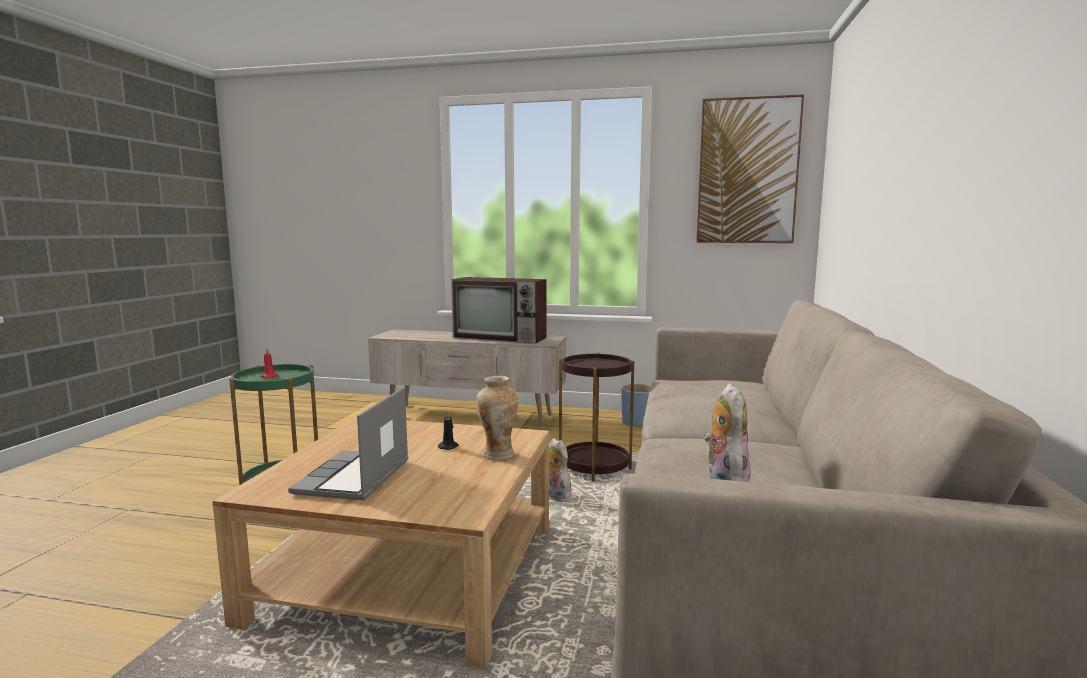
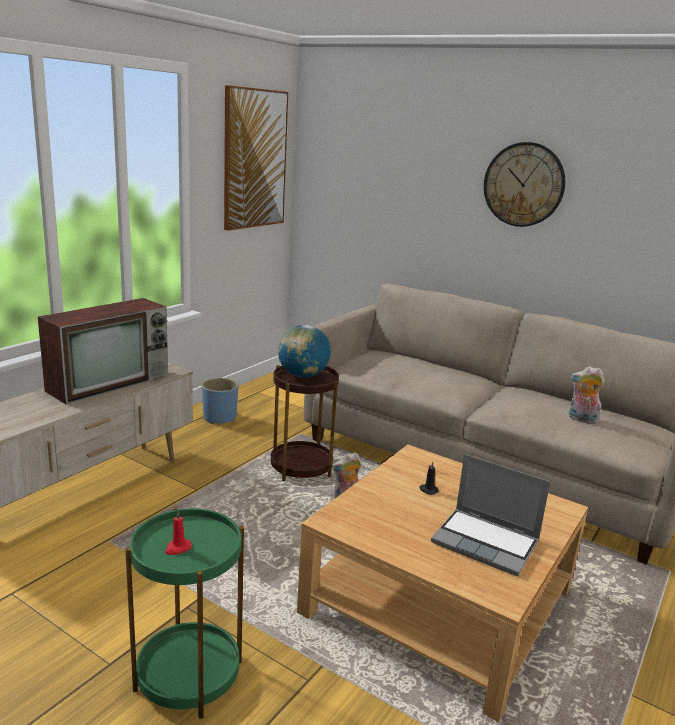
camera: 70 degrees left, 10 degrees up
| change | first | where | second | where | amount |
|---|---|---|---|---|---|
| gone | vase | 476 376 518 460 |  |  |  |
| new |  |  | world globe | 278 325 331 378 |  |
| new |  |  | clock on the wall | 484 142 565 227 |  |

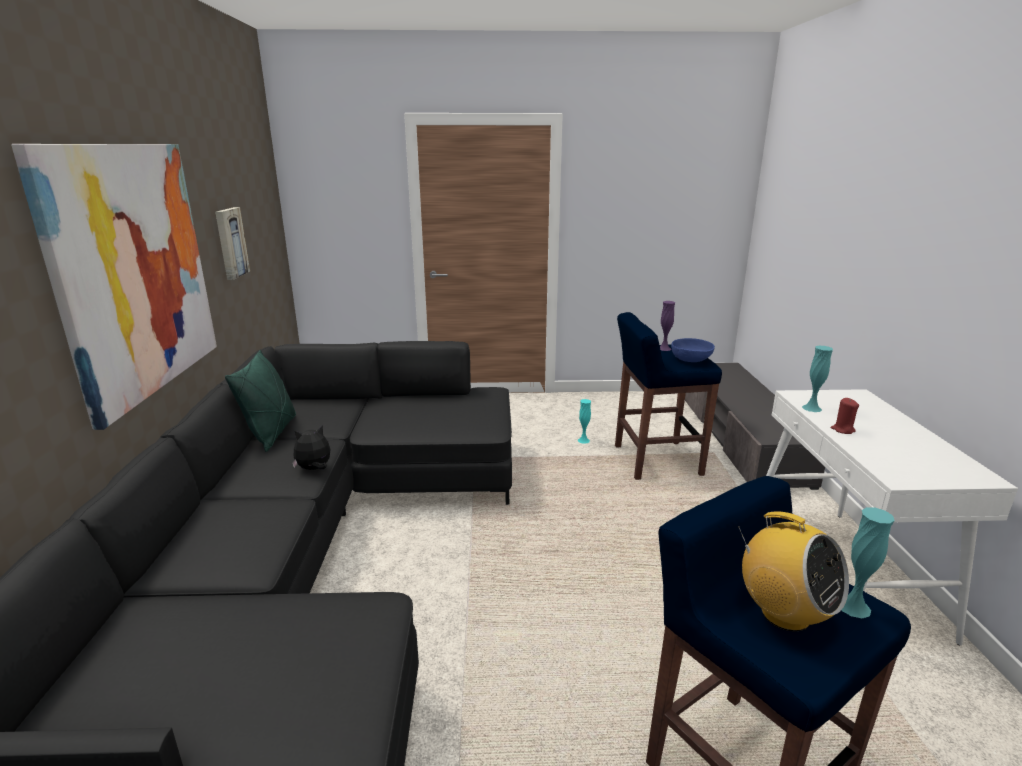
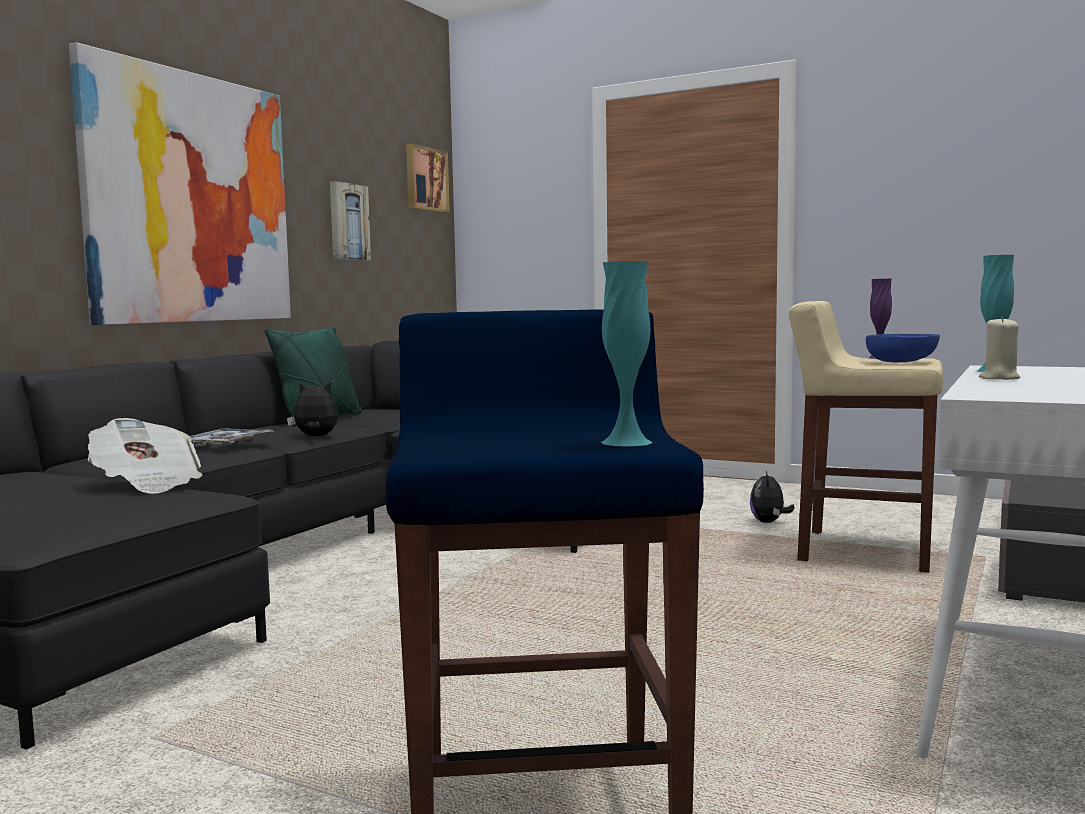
camera: 30 degrees right, 15 degrees down
| change | first | where | second | where | amount |
|---|---|---|---|---|---|
| gone | radio | 738 511 849 631 |  |  |  |
| new |  |  | daily paper | 88 418 203 494 |  |
| new |  |  | tray | 190 428 273 446 |  |
| new |  |  | picture | 406 144 450 213 |  |
| swapped | vase in turquoise-coloured | 578 399 591 444 | cuddly toy | 750 471 795 523 |  |
| repainted | stool seat in blue | 615 312 722 480 | stool seat in beige-coloured | 789 301 943 573 |  |
| repainted | wax light in reddish | 831 398 859 434 | wax light in beige-coloured | 979 316 1020 380 |  |

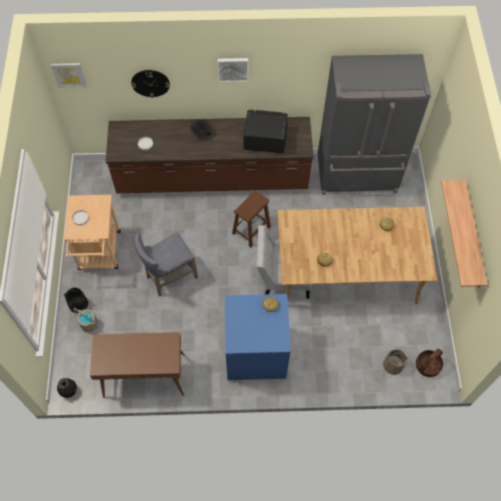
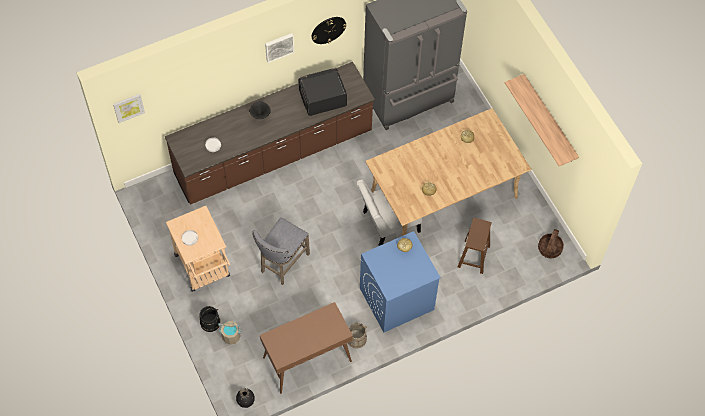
camera: 25 degrees left, 0 degrees up
| change | first | where | second | where | amount |
|---|---|---|---|---|---|
| shifted | clock on the wall | 131 70 170 98 |  | 312 17 346 44 |  |
| shifted | stool seat in brown-coloured | 232 190 271 247 |  | 458 218 492 274 |  |
| shifted | water bucket in beige-coloured | 383 349 409 375 |  | 348 322 367 348 |  |

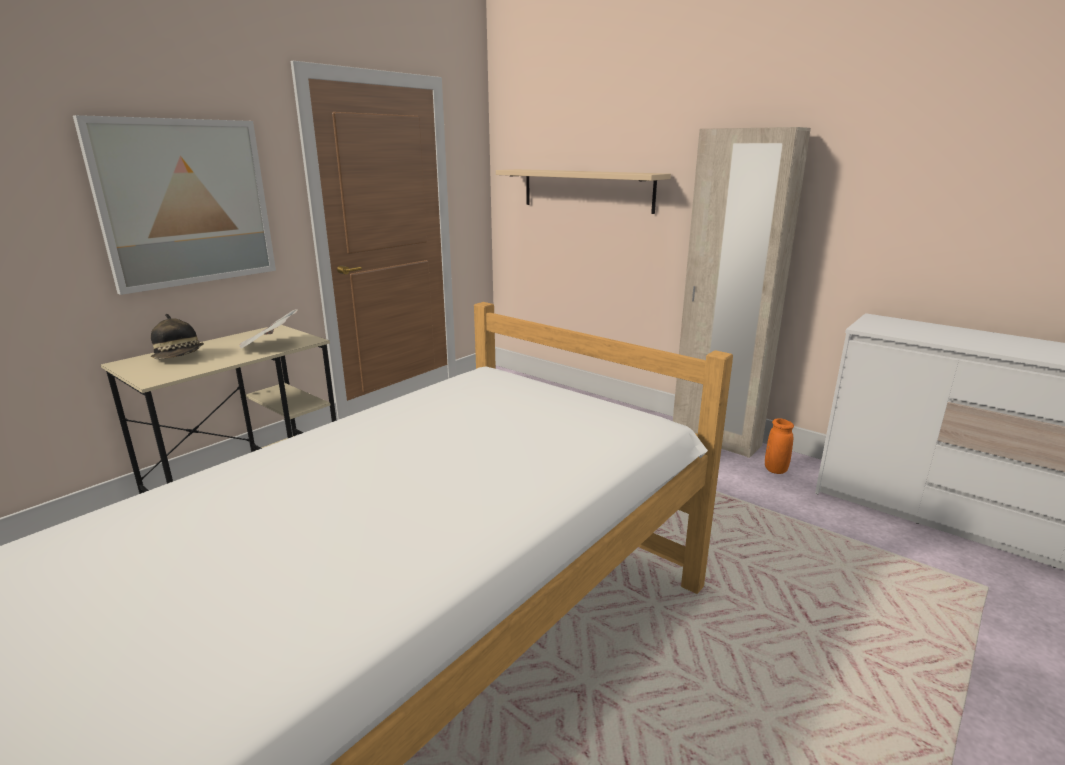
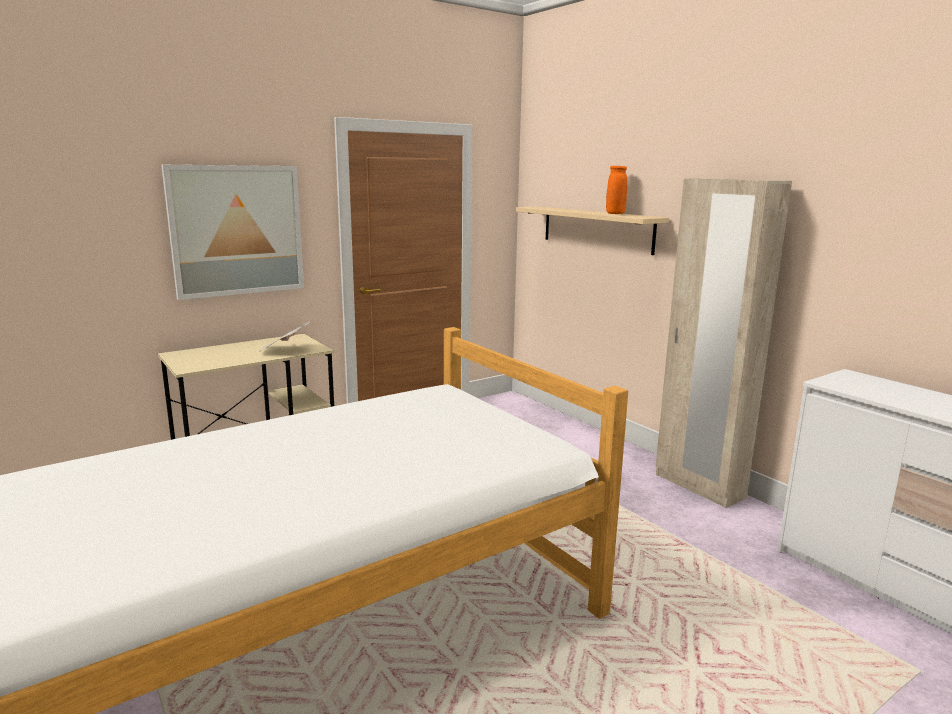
camera: 15 degrees right, 5 degrees down
| change | first | where | second | where | amount |
|---|---|---|---|---|---|
| gone | clothing hat | 151 314 204 359 |  |  |  |
| shifted | vase in orange | 765 418 794 474 |  | 606 166 627 214 |  |

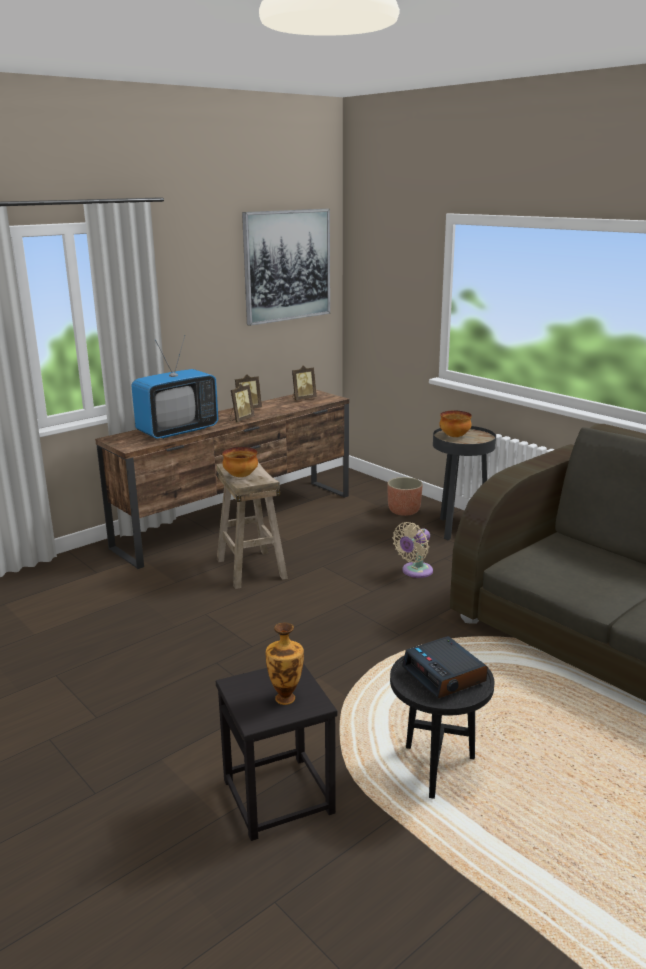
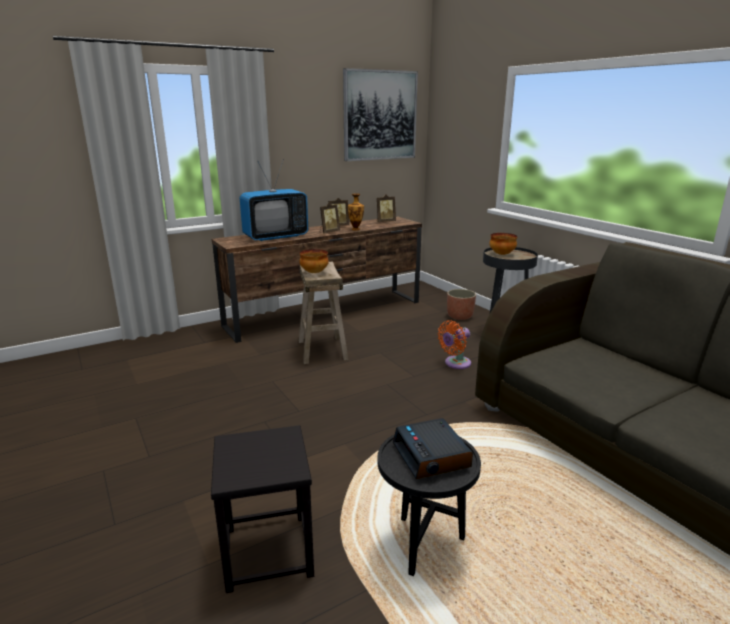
camera: 10 degrees right, 0 degrees up
| change | first | where | second | where | amount |
|---|---|---|---|---|---|
| shifted | vase | 266 623 304 705 |  | 348 193 364 230 |  |
| repainted | electric fan in beige-coloured | 393 522 433 578 | electric fan in orange | 437 320 471 369 |  |

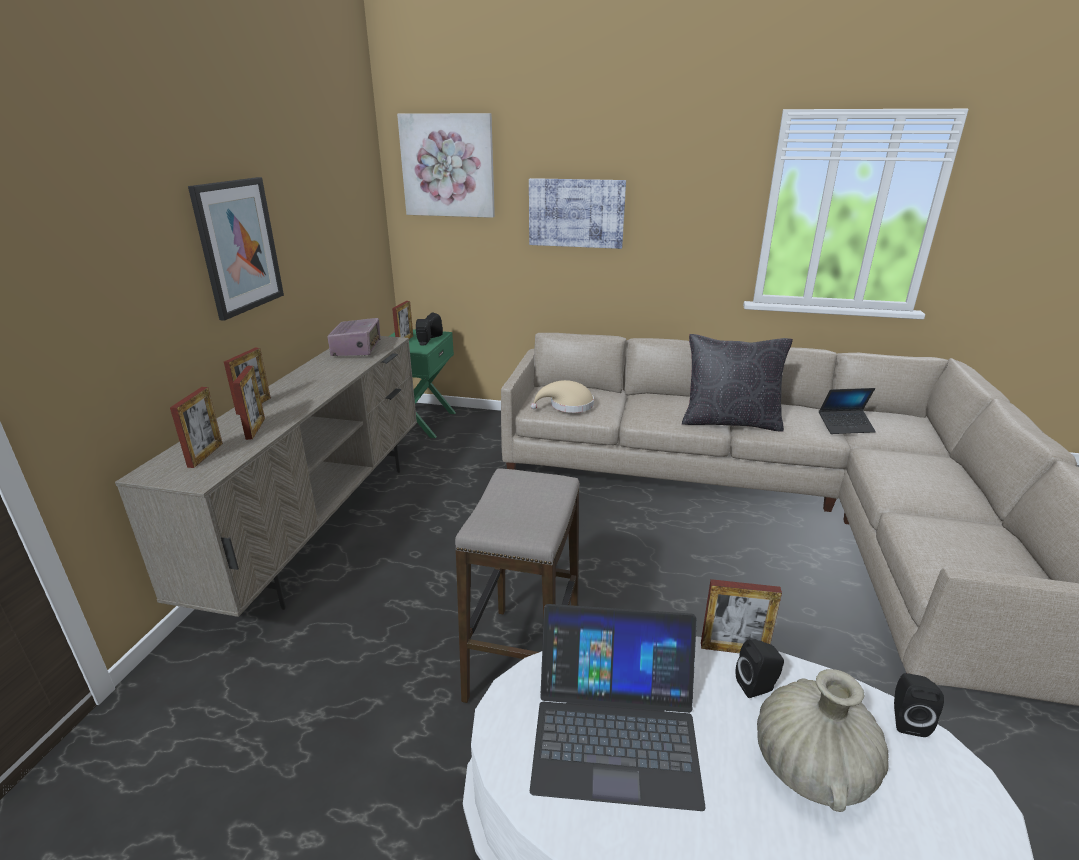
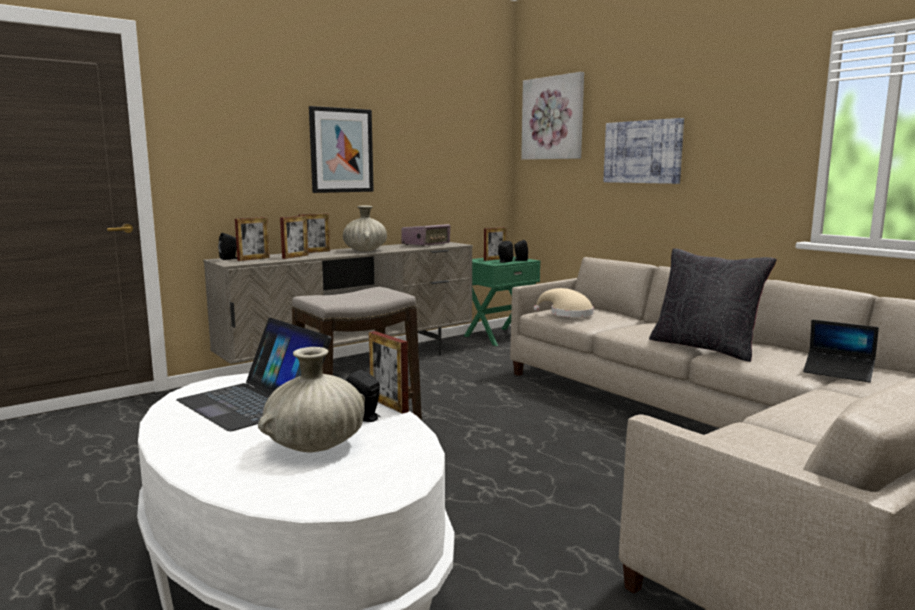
camera: 40 degrees right, 15 degrees down
| change | first | where | second | where | amount |
|---|---|---|---|---|---|
| new |  |  | vase in beige-coloured | 343 206 387 252 |  |
| shifted | audio speaker in black | 894 673 944 737 |  | 218 233 237 260 |  |

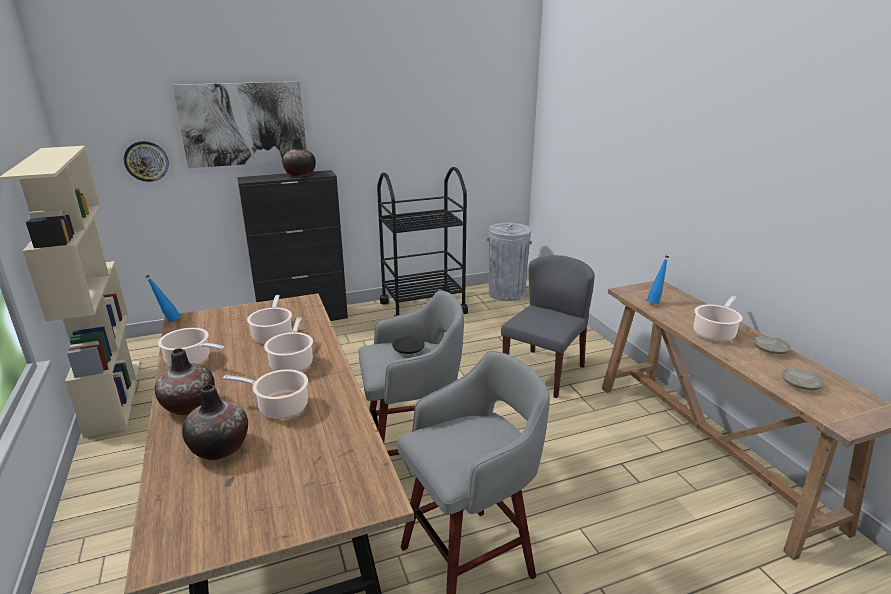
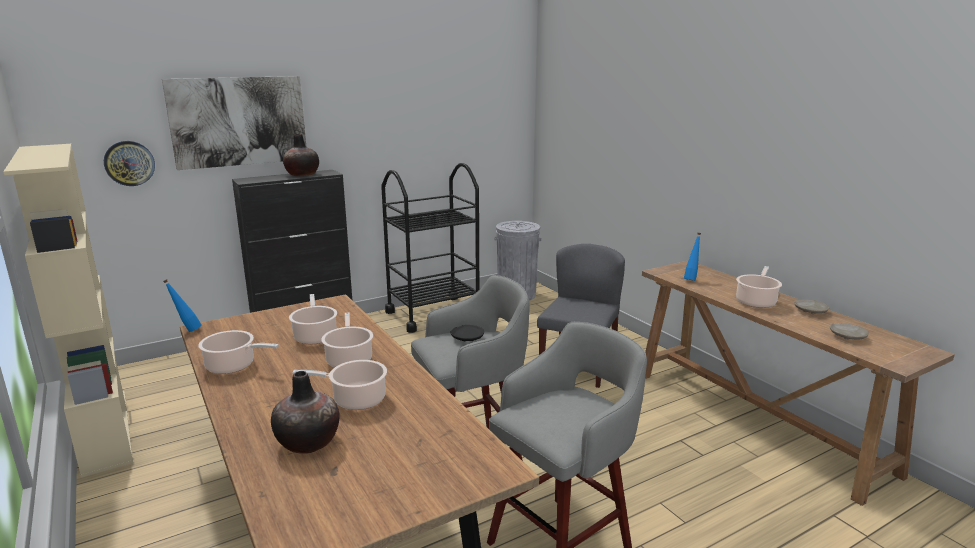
camera: 10 degrees left, 5 degrees down
| change | first | where | second | where | amount |
|---|---|---|---|---|---|
| gone | vase | 155 348 215 415 |  |  |  |

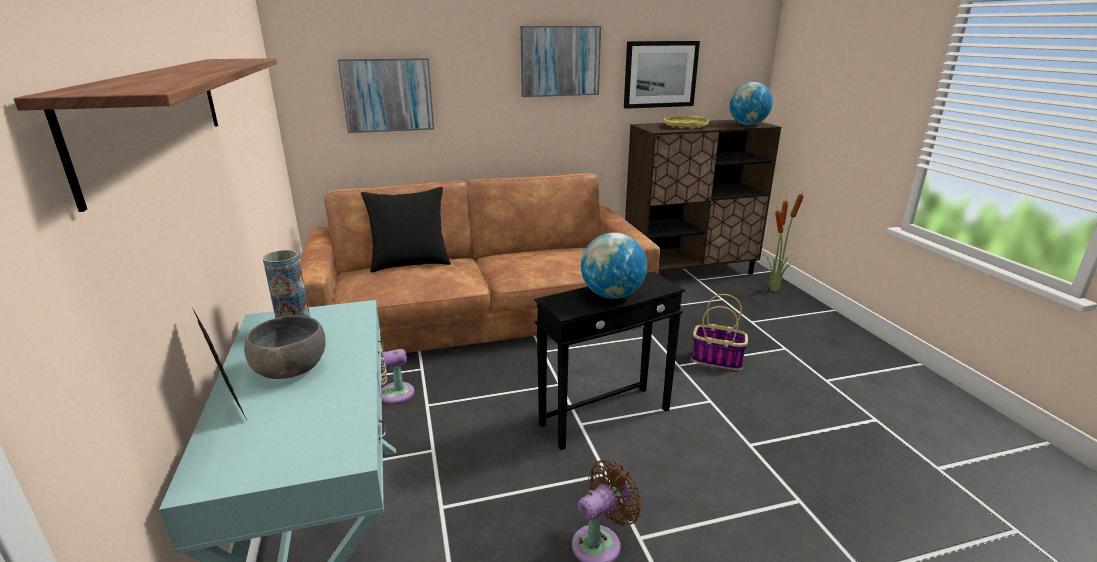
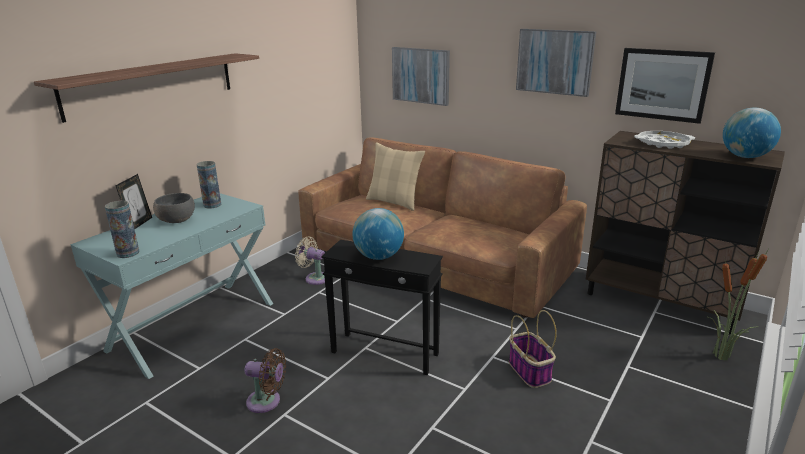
camera: 50 degrees right, 0 degrees up
| change | first | where | second | where | amount |
|---|---|---|---|---|---|
| new |  |  | vase | 105 201 139 258 |  |
| repainted | throw pillow in black | 361 187 451 272 | throw pillow in beige-coloured | 366 142 425 211 |  |
| repainted | tray in yellow | 663 116 709 129 | tray in whitish | 634 131 695 149 |  |

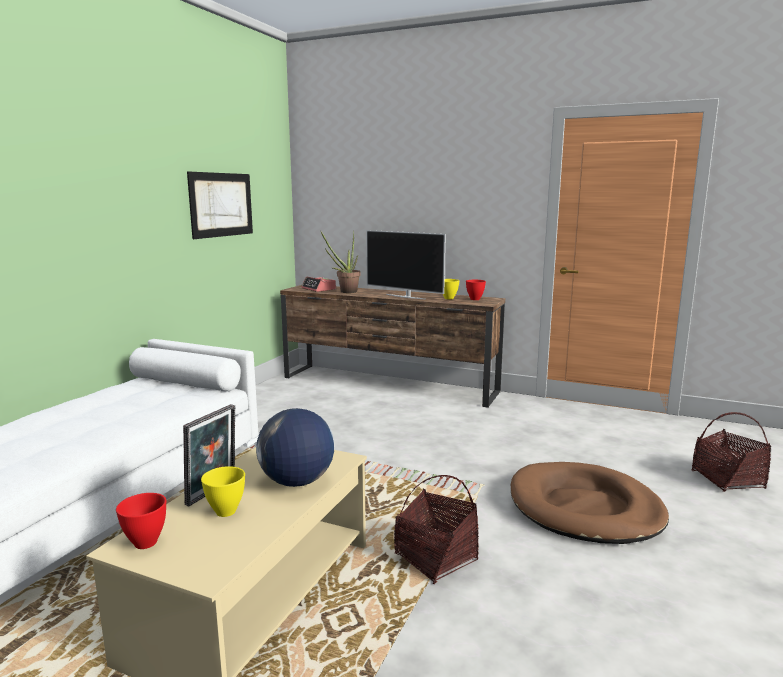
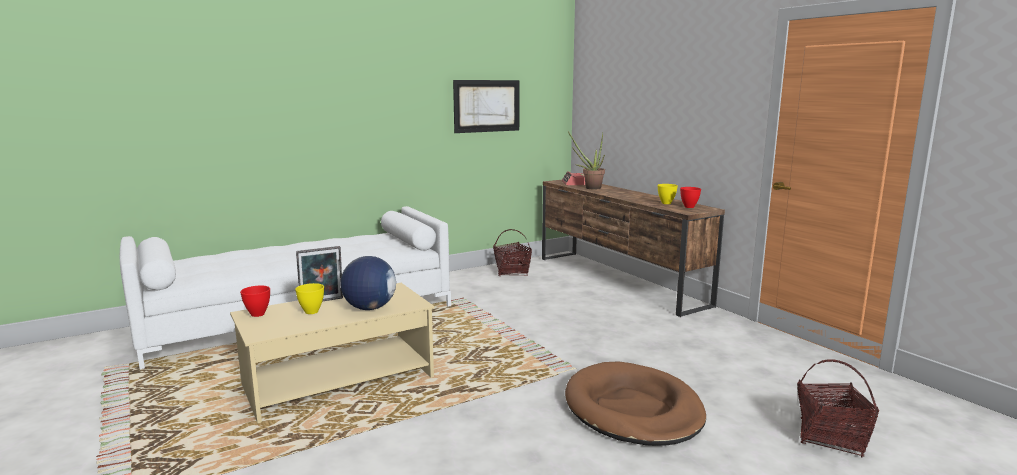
camera: 35 degrees right, 0 degrees up
| change | first | where | second | where | amount |
|---|---|---|---|---|---|
| gone | television | 366 230 446 300 |  |  |  |
| shifted | household basket | 394 475 479 584 |  | 493 229 532 276 |  |

